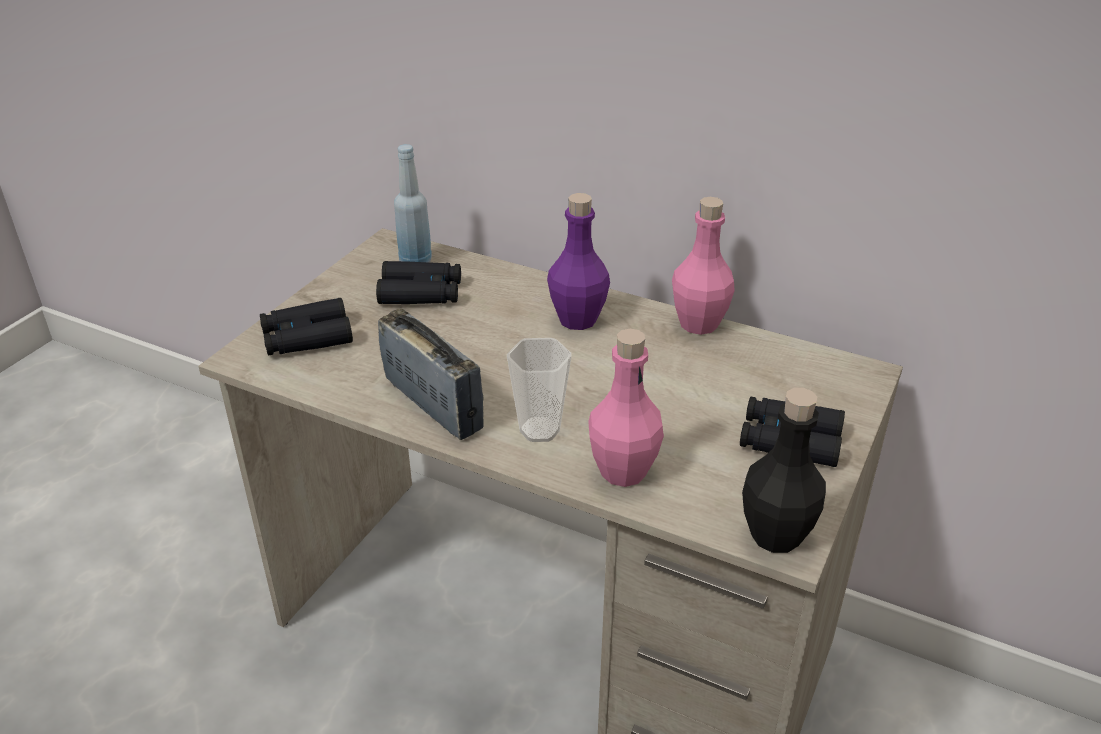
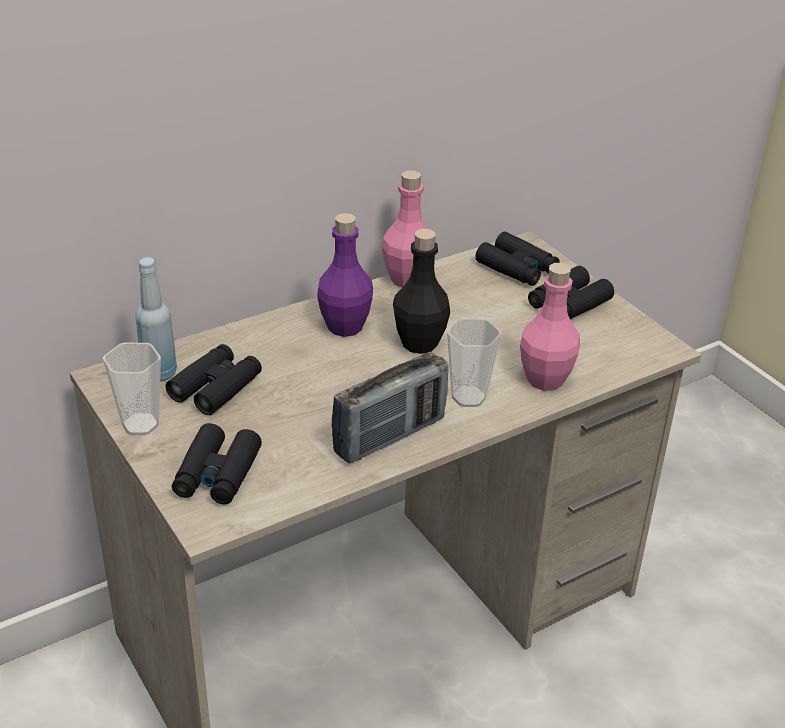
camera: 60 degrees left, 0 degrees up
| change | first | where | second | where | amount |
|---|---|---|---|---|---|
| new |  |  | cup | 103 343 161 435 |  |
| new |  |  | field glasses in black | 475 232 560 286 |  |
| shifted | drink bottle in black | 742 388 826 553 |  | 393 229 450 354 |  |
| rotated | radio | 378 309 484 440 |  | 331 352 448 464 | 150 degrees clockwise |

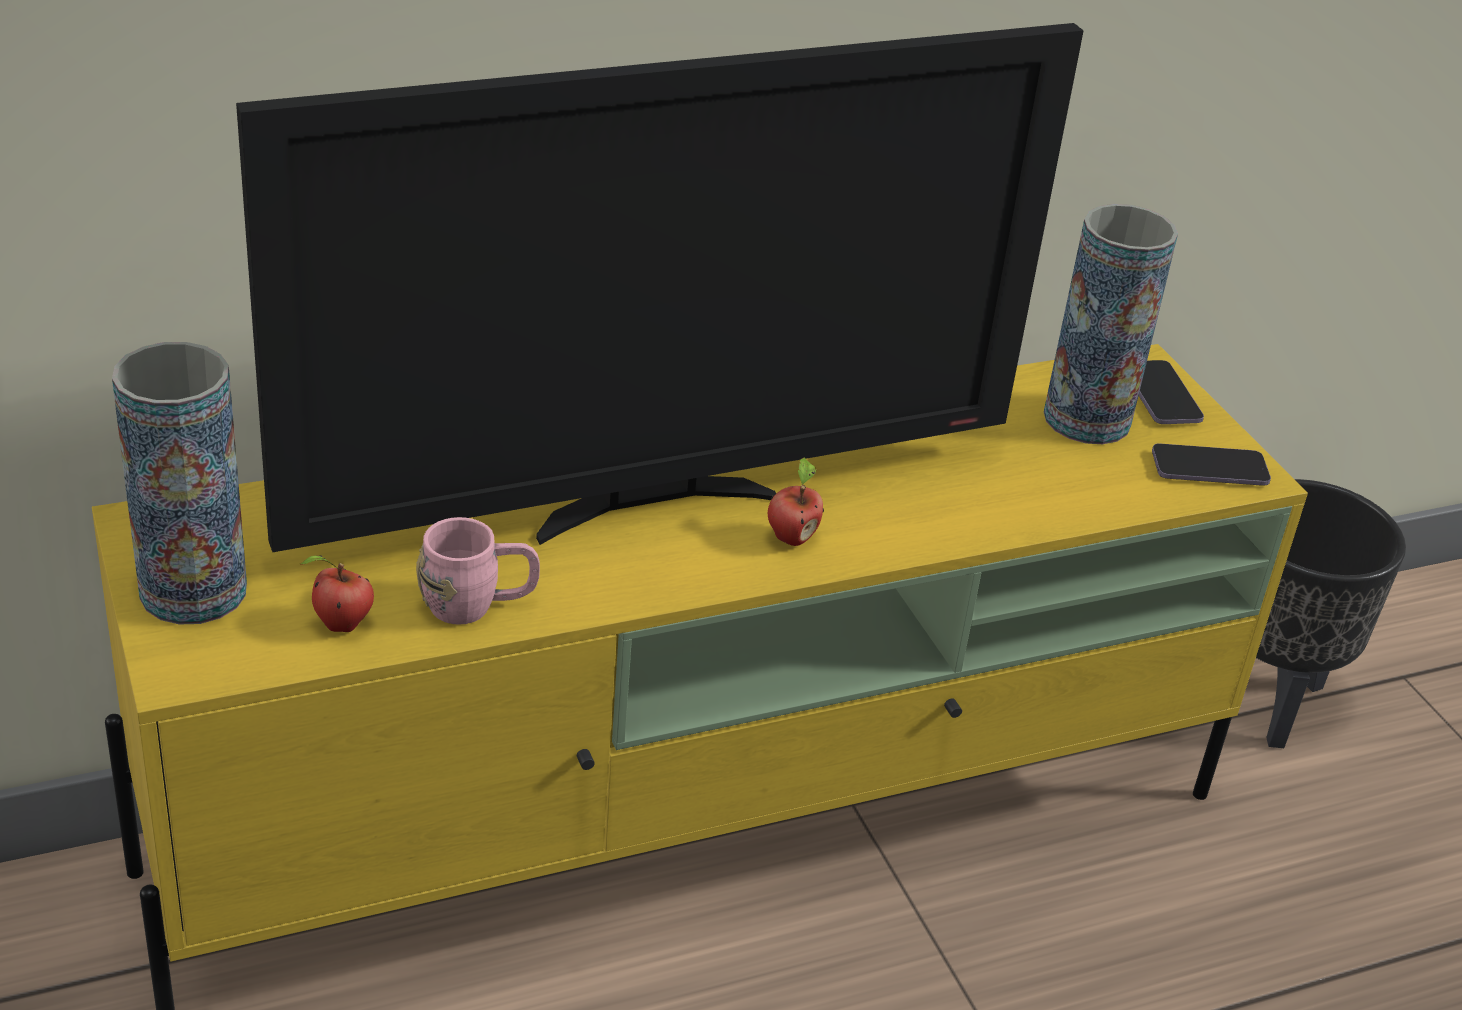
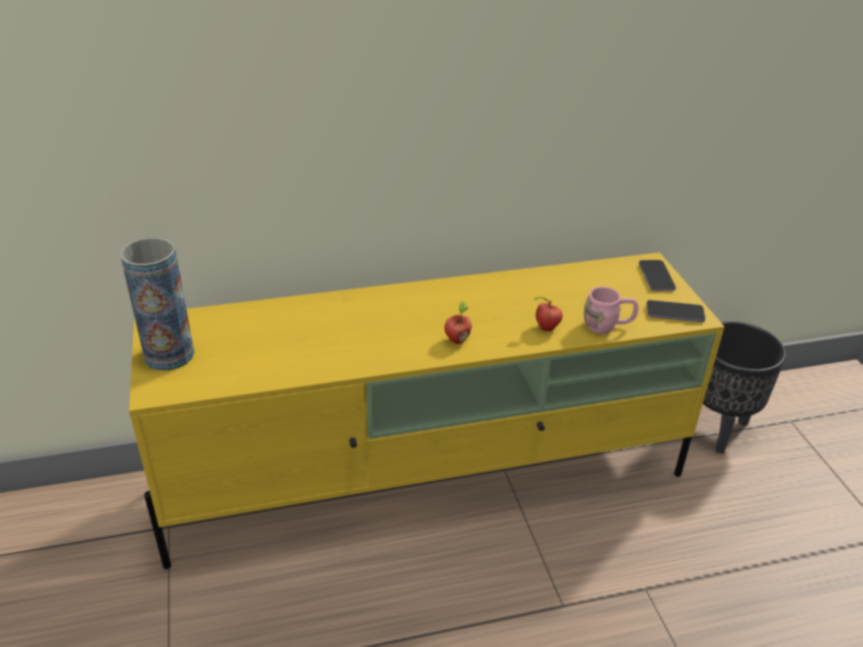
camera: 10 degrees right, 0 degrees up
| change | first | where | second | where | amount |
|---|---|---|---|---|---|
| gone | television | 236 23 1084 552 |  |  |  |
| gone | vase | 1044 204 1178 444 |  |  |  |
| shifted | apple fruit | 300 555 374 632 |  | 534 297 563 331 |  |
| shifted | tea mug in pink-coloured | 416 517 540 624 |  | 584 287 639 334 |  |

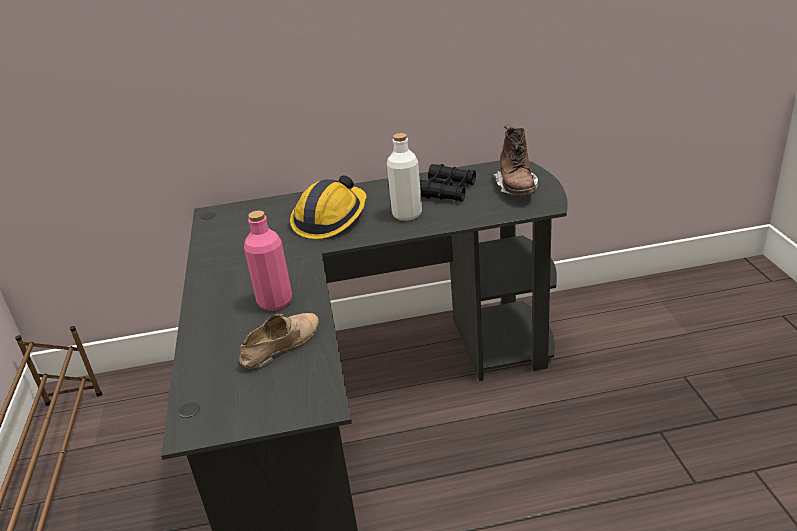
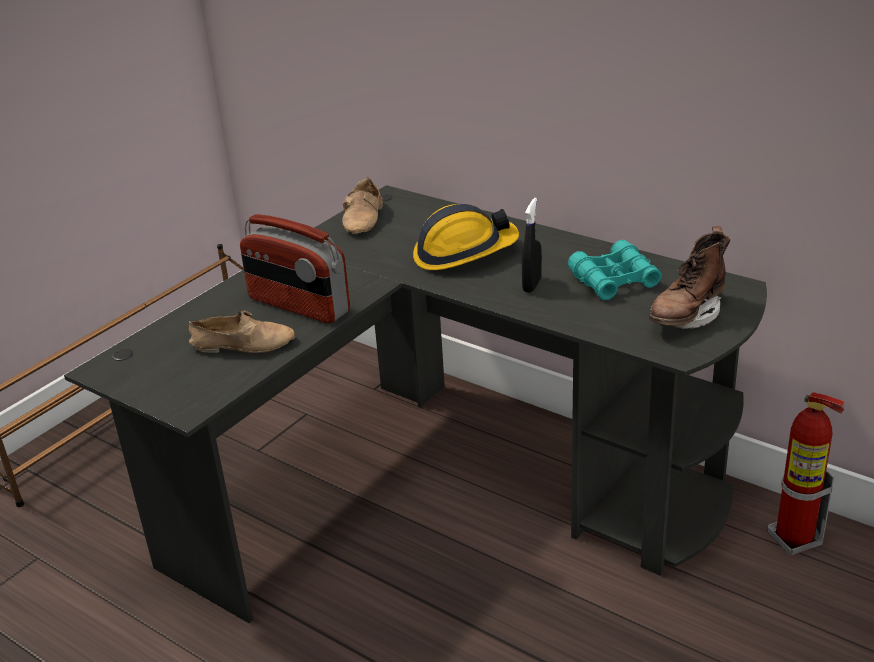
camera: 45 degrees right, 0 degrees up
| change | first | where | second | where | amount |
|---|---|---|---|---|---|
| new |  |  | item of footwear in beige-coloured | 342 177 383 234 |  |
| new |  |  | fire extinguisher | 768 392 845 555 |  |
| swapped | drink bottle in pink-coloured | 244 211 292 311 | radio | 240 214 350 323 |  |
| swapped | drink bottle in whitish | 387 133 422 221 | hand sprayer in black | 522 198 542 293 |  |
| repainted | field glasses in black | 420 164 476 202 | field glasses in turquoise-coloured | 568 240 662 300 |  |

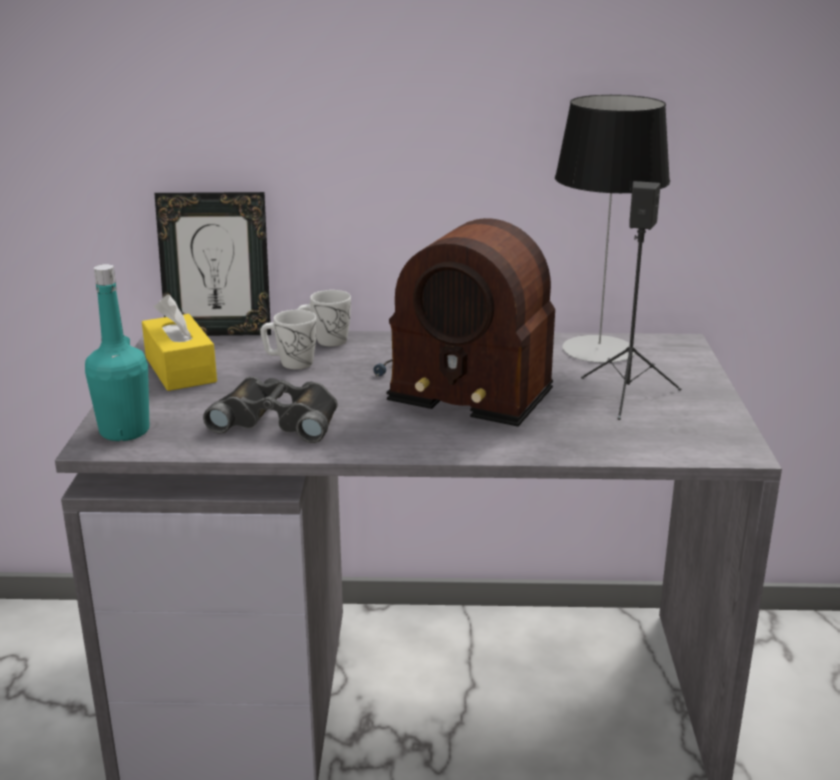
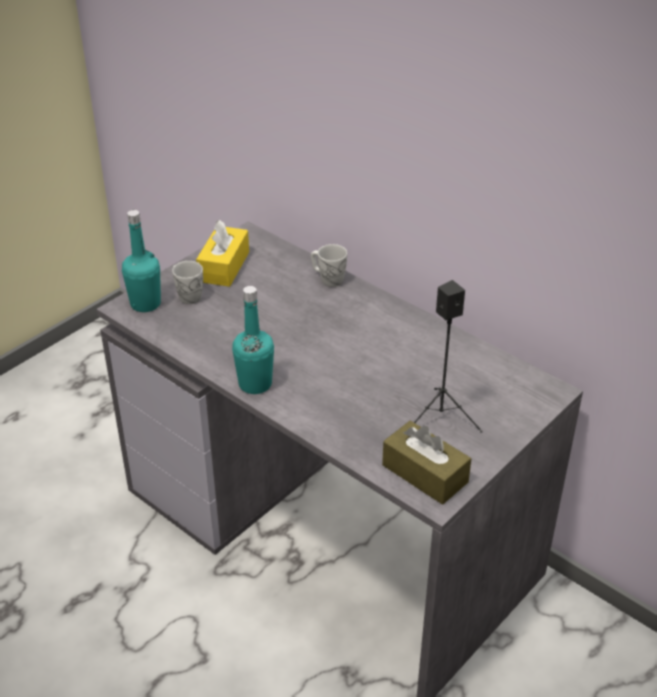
camera: 40 degrees right, 15 degrees up
| change | first | where | second | where | amount |
|---|---|---|---|---|---|
| gone | photo frame | 154 192 271 336 |  |  |  |
| gone | field glasses in black | 203 376 338 443 |  |  |  |
| gone | radio | 373 218 555 427 |  |  |  |
| gone | tabletop lamp | 555 95 670 363 |  |  |  |
| new |  |  | drink bottle in turquoise-coloured | 232 286 274 394 |  |
| new |  |  | tissue box in brown-coloured | 382 421 471 505 |  |
| shifted | tea mug in whitish | 260 310 317 369 |  | 172 261 203 304 |  |

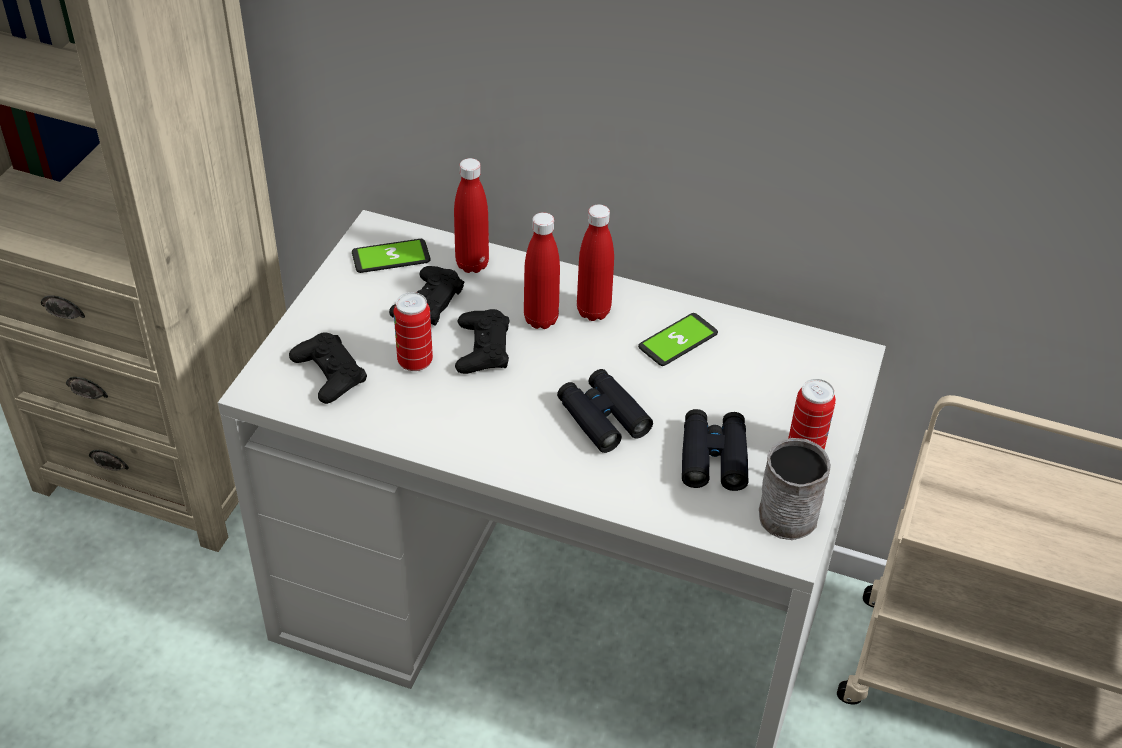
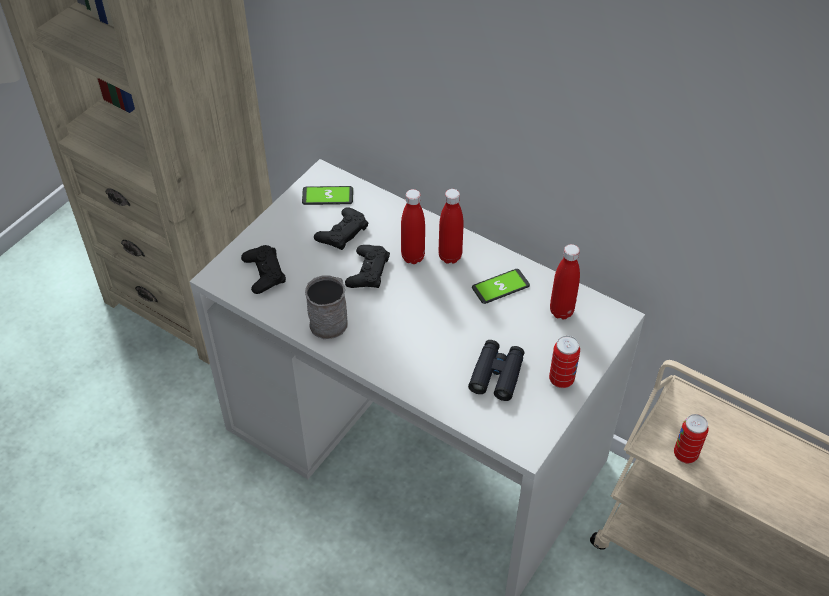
camera: 15 degrees right, 5 degrees up
| change | first | where | second | where | amount |
|---|---|---|---|---|---|
| gone | field glasses in black | 557 369 653 453 |  |  |  |
| shifted | can | 394 292 433 371 |  | 674 414 709 463 |  |
| shifted | drink bottle in reddish | 454 158 489 273 |  | 550 244 580 320 |  |
| shifted | tea mug in gray | 759 438 831 540 |  | 305 275 348 339 |  |

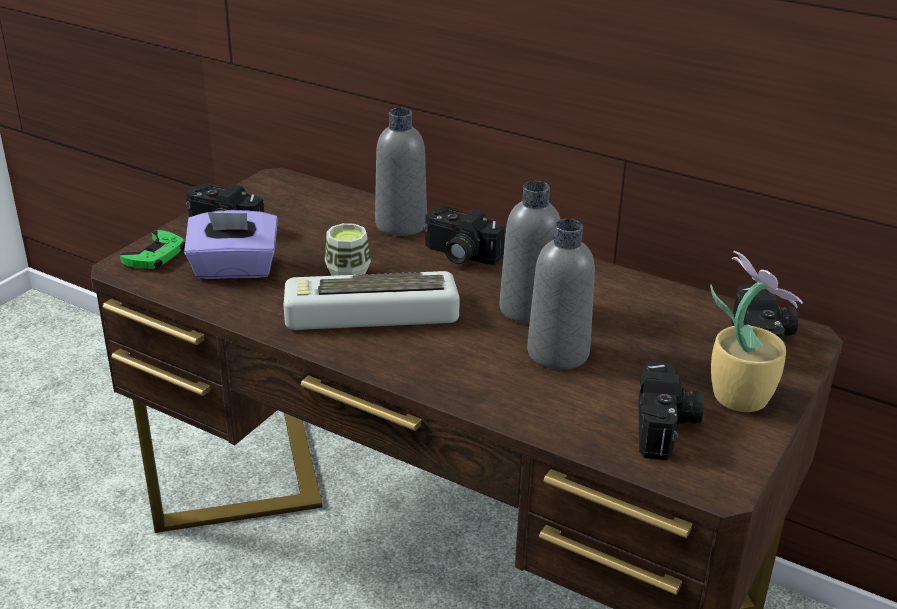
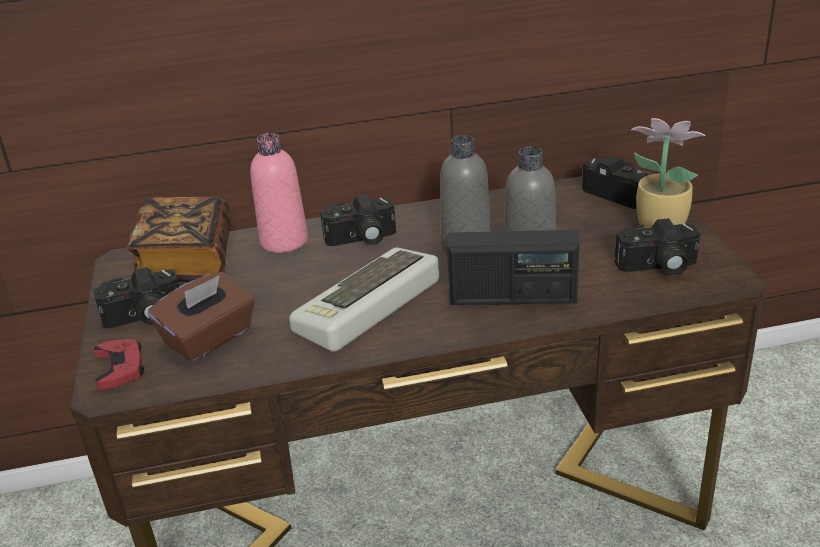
camera: 40 degrees left, 0 degrees up
| change | first | where | second | where | amount |
|---|---|---|---|---|---|
| gone | cup | 325 223 371 276 |  |  |  |
| new |  |  | volume | 127 197 231 282 |  |
| new |  |  | radio | 447 230 580 305 |  |
| repainted | joypad in greenish | 120 230 185 269 | joypad in reddish | 93 339 144 389 |  |
| repainted | tissue box in purplish | 184 210 278 279 | tissue box in brown-coloured | 148 272 255 361 |  |
| repainted | drink bottle in gray | 375 108 427 236 | drink bottle in pink-coloured | 250 133 308 253 |  |
| rotated | photo camera | 638 362 704 460 |  | 615 218 700 275 | 120 degrees clockwise |

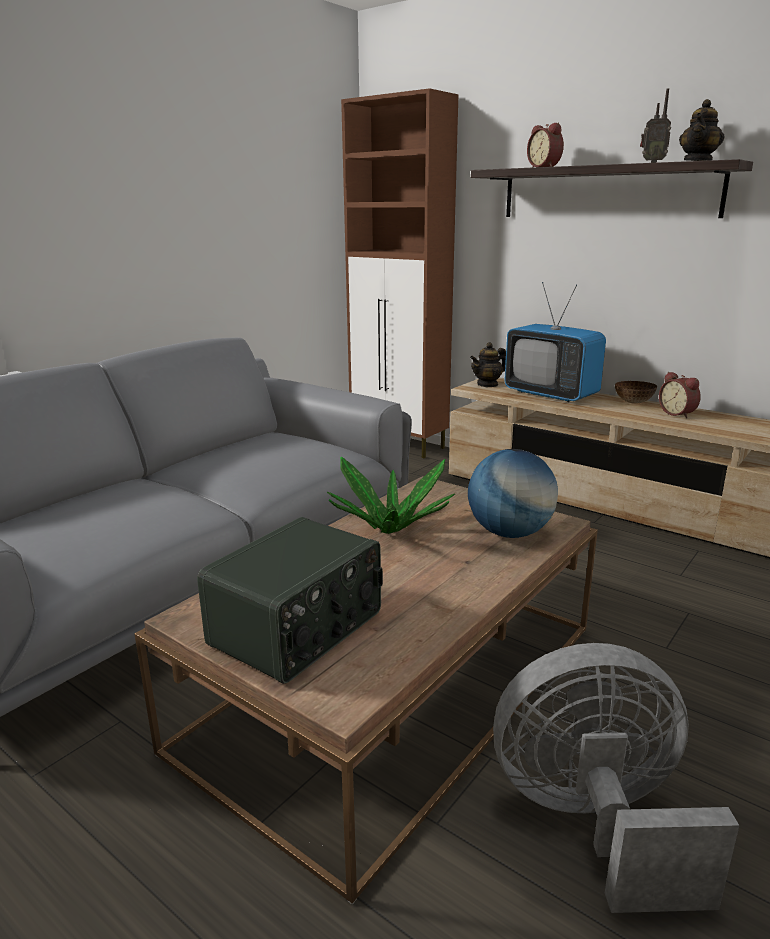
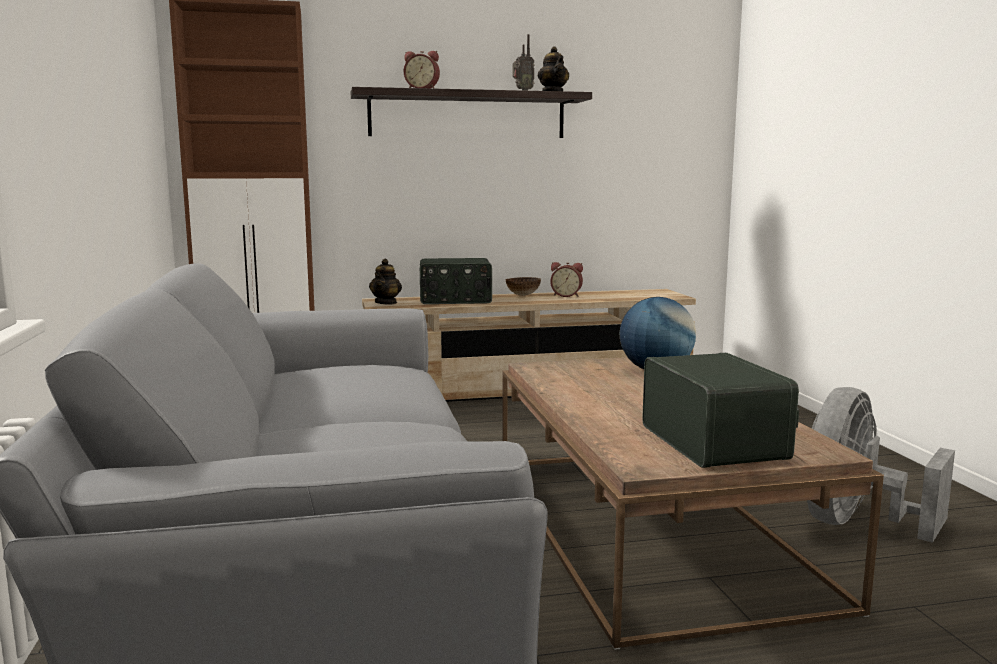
camera: 50 degrees left, 10 degrees down
| change | first | where | second | where | amount |
|---|---|---|---|---|---|
| gone | plant in a pot | 327 457 455 534 |  |  |  |
| swapped | television | 504 282 606 402 | radio | 420 258 492 304 |  |

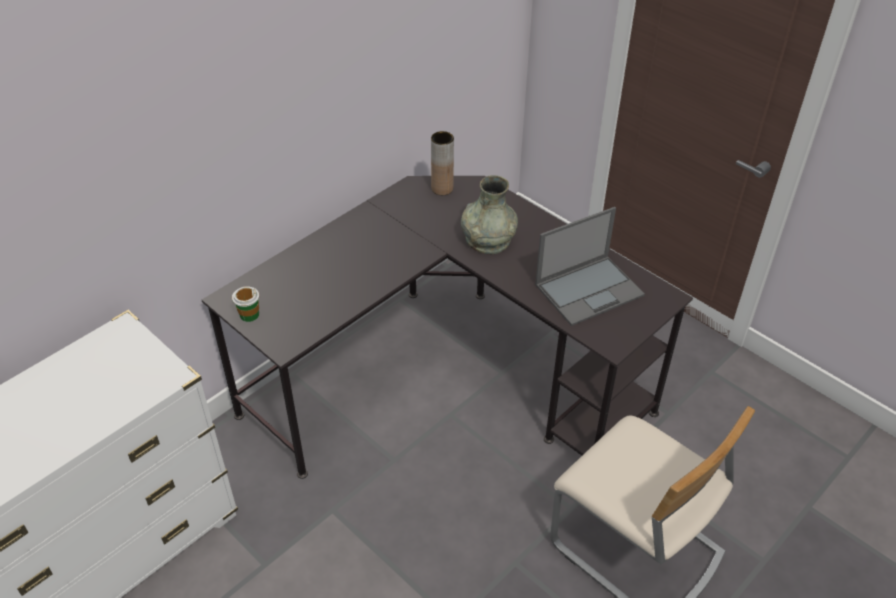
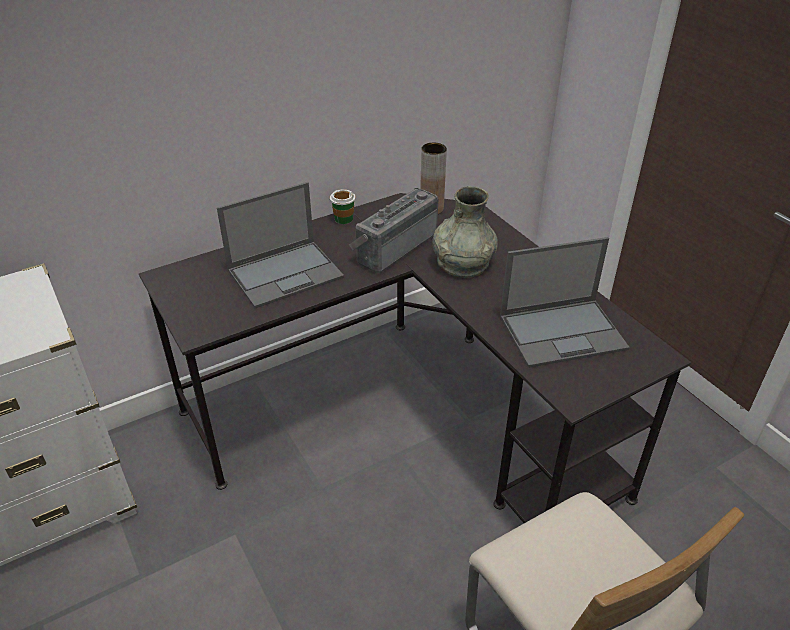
camera: 15 degrees right, 5 degrees down
| change | first | where | second | where | amount |
|---|---|---|---|---|---|
| new |  |  | laptop | 217 182 344 308 |  |
| new |  |  | radio | 349 188 438 273 |  |
| shifted | cup | 232 286 259 322 |  | 330 189 356 224 |  |

